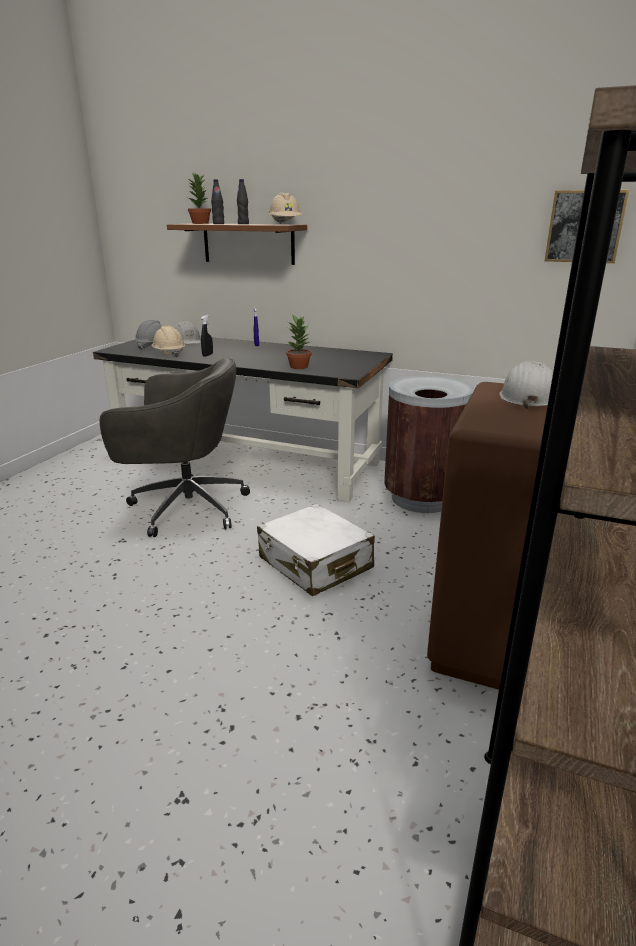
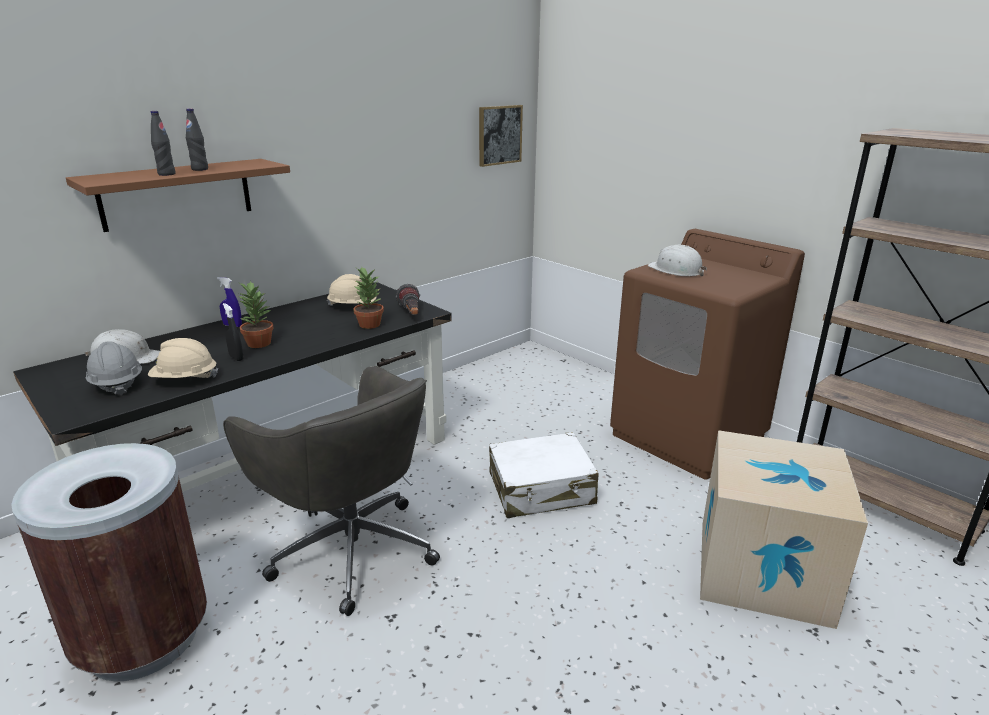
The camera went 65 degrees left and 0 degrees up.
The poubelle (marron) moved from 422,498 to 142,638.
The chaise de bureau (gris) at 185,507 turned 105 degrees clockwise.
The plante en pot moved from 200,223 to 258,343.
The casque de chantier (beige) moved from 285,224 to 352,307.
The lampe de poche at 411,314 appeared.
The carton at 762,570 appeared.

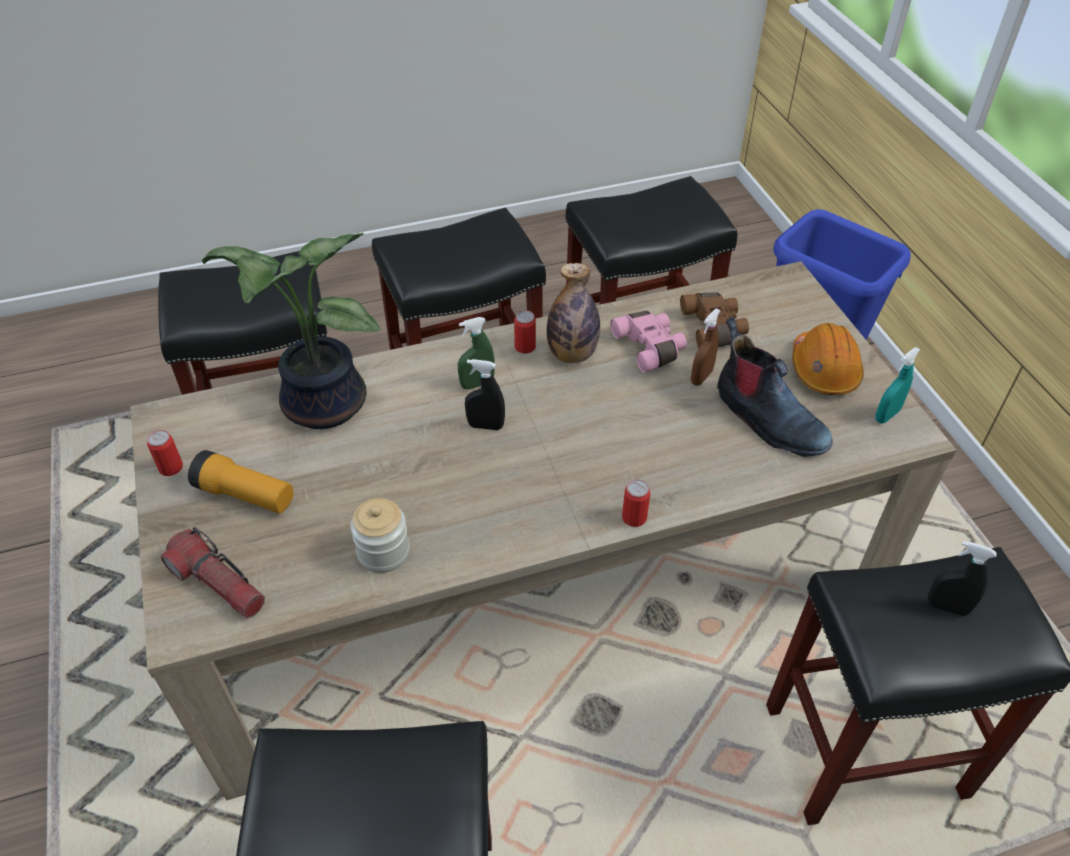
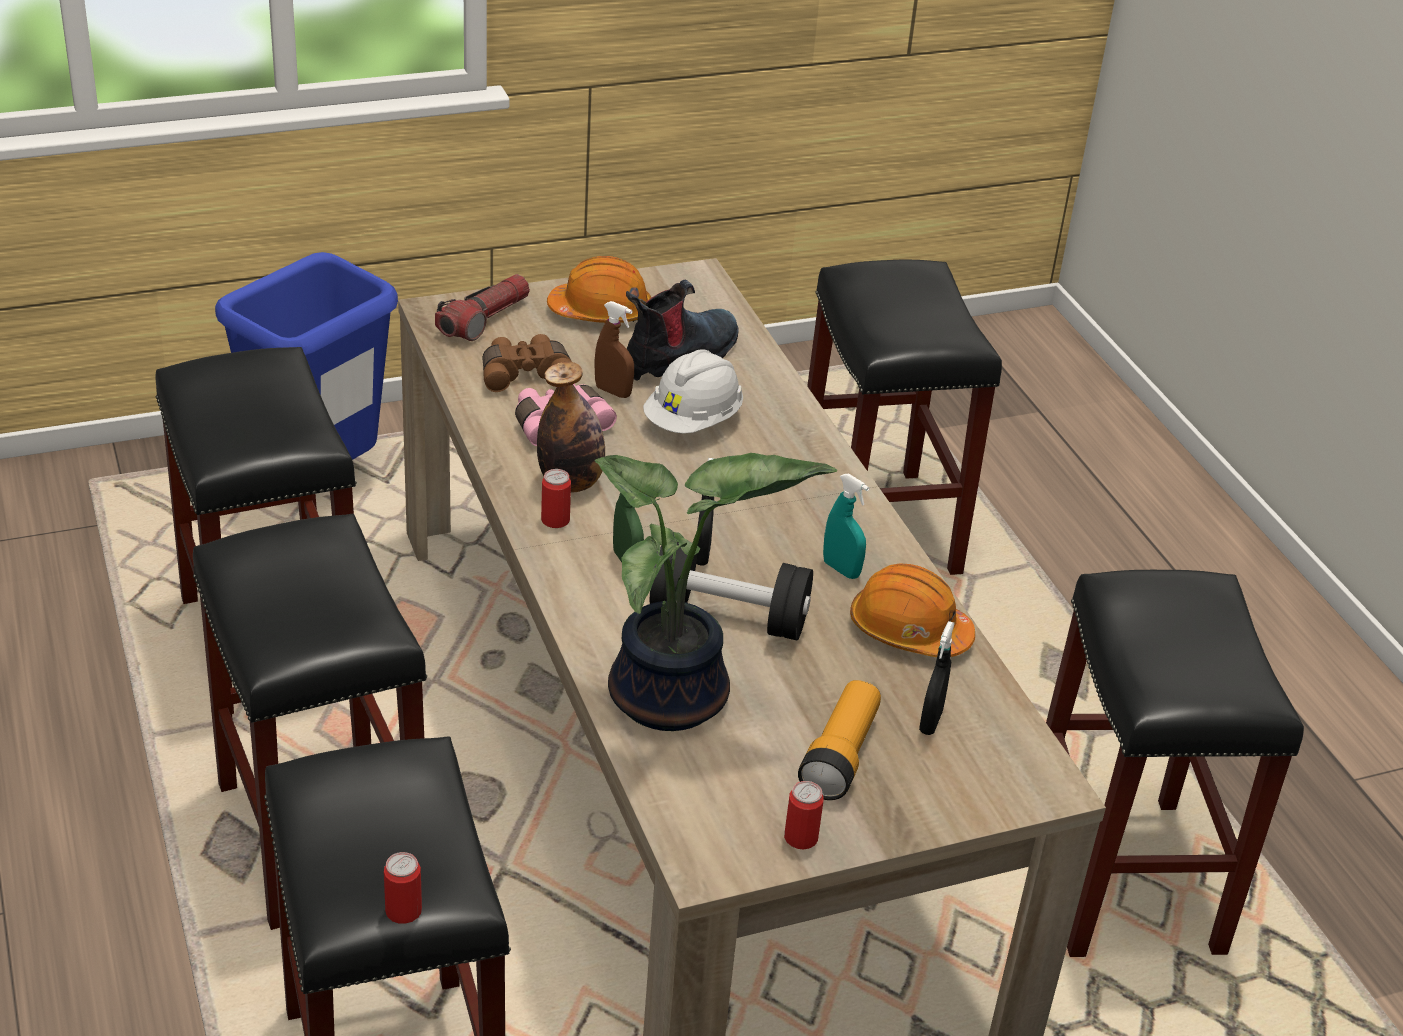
The camera went 95 degrees left and 10 degrees down.
The boîte métallique moved from 634,517 to 403,911.
The lampe de poche moved from 218,583 to 484,319.
The casque de chantier (blanc) at 693,421 appeared.
The haltère (noir) at 728,616 appeared.
The vaporisateur (turquoise) moved from 887,415 to 841,569.
The bocal at 383,552 was replaced by the casque de chantier (orange) at 908,631.
The vaporisateur (noir) moved from 947,607 to 930,722.

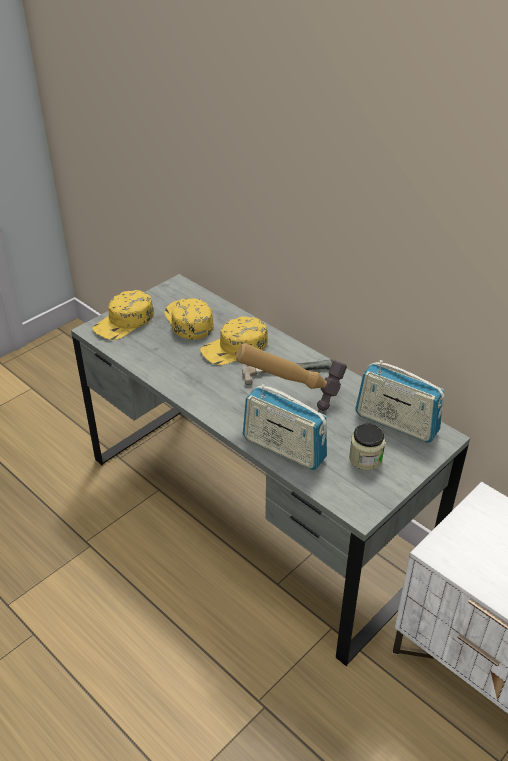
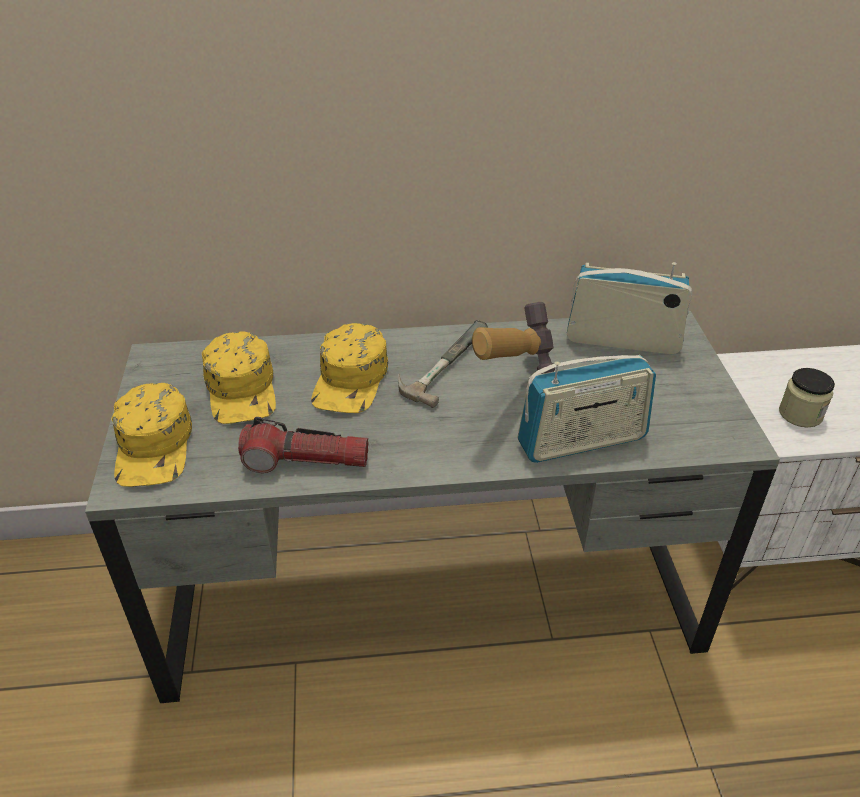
The camera went 50 degrees left and 0 degrees up.
The casquette (jaune) at 188,321 turned 120 degrees counterclockwise.
The lampe de poche at 305,461 appeared.
The radio at 396,423 turned 150 degrees counterclockwise.
The bocal moved from 365,459 to 800,414.

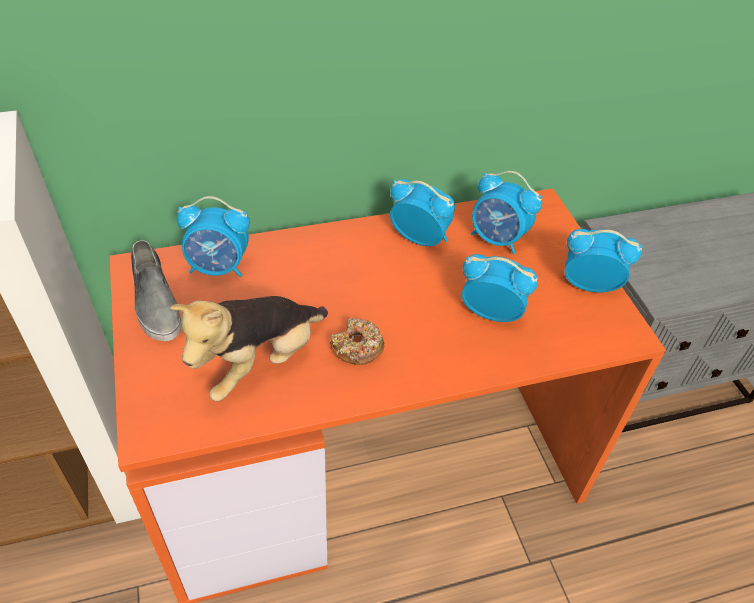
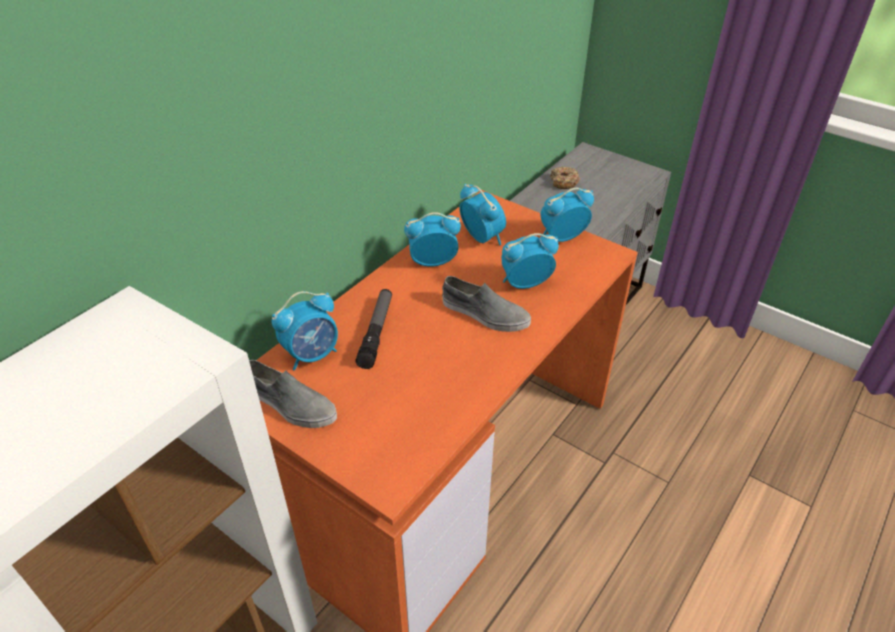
The camera went 35 degrees left and 5 degrees down.
The lampe de poche at 376,332 appeared.
The chaussure (gris) at 484,314 appeared.
The réveil at 497,239 turned 120 degrees counterclockwise.
The beignet moved from 357,348 to 563,182.
The peluche at 259,363 disappeared.

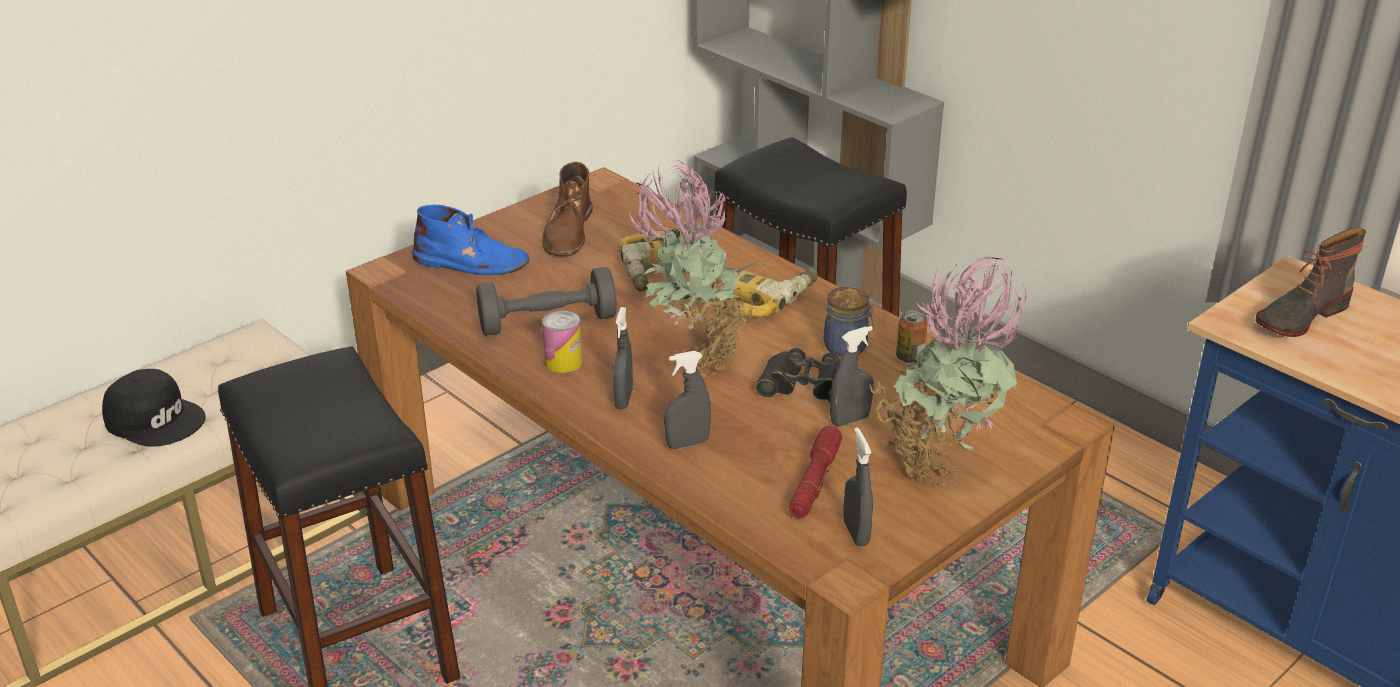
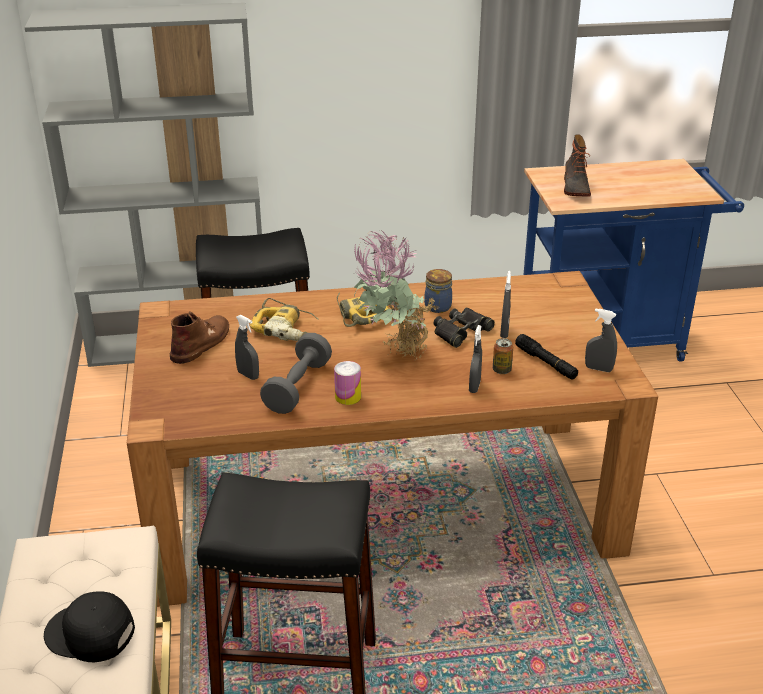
The camera went 55 degrees left and 0 degrees up.
The casquette (noir) at 155,419 turned 135 degrees counterclockwise.
The botte (marron) at 568,232 turned 105 degrees counterclockwise.
The vaporisateur (gris) moved from 623,400 to 248,375.
The boîte métallique moved from 909,357 to 501,370.
The lampe de poche (rouge) at 814,482 became the lampe de poche (noir) at 546,363.
The botte (bleu) at 471,262 disappeared.
The plante en pot at 938,462 disappeared.

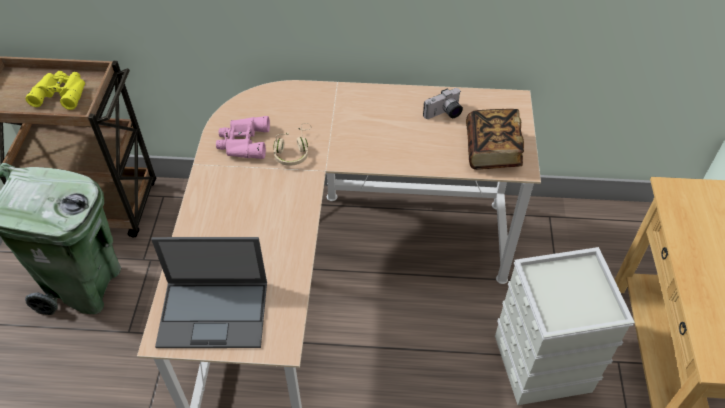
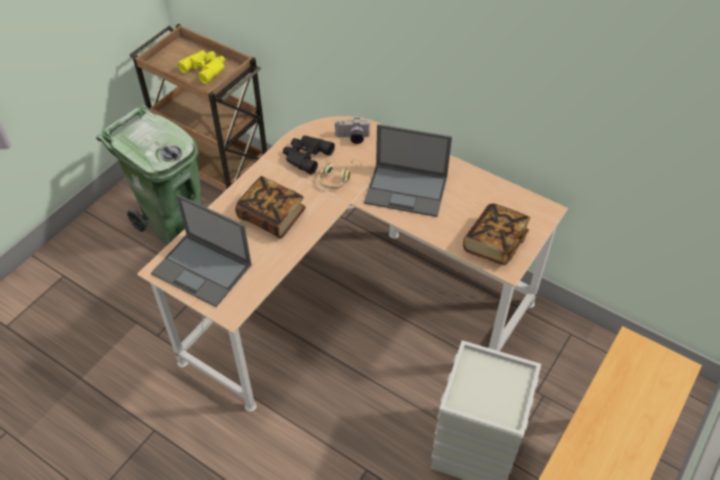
The camera went 30 degrees right and 0 degrees up.
The livre at 272,217 appeared.
The jumelles (rose) at 243,142 became the jumelles (noir) at 305,156.
The appareil photo moved from 444,114 to 352,138.
The ordinateur portable at 407,190 appeared.

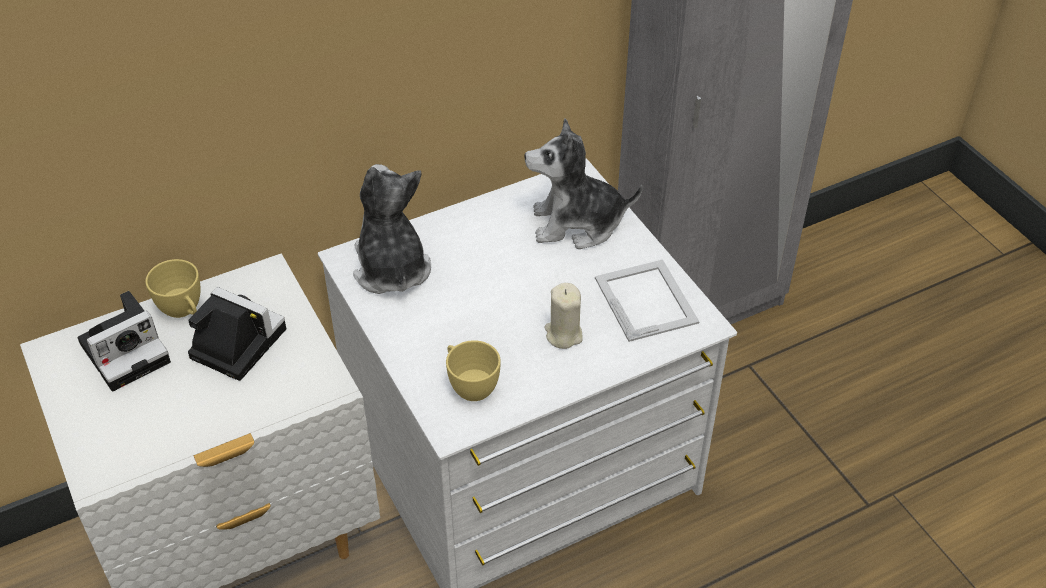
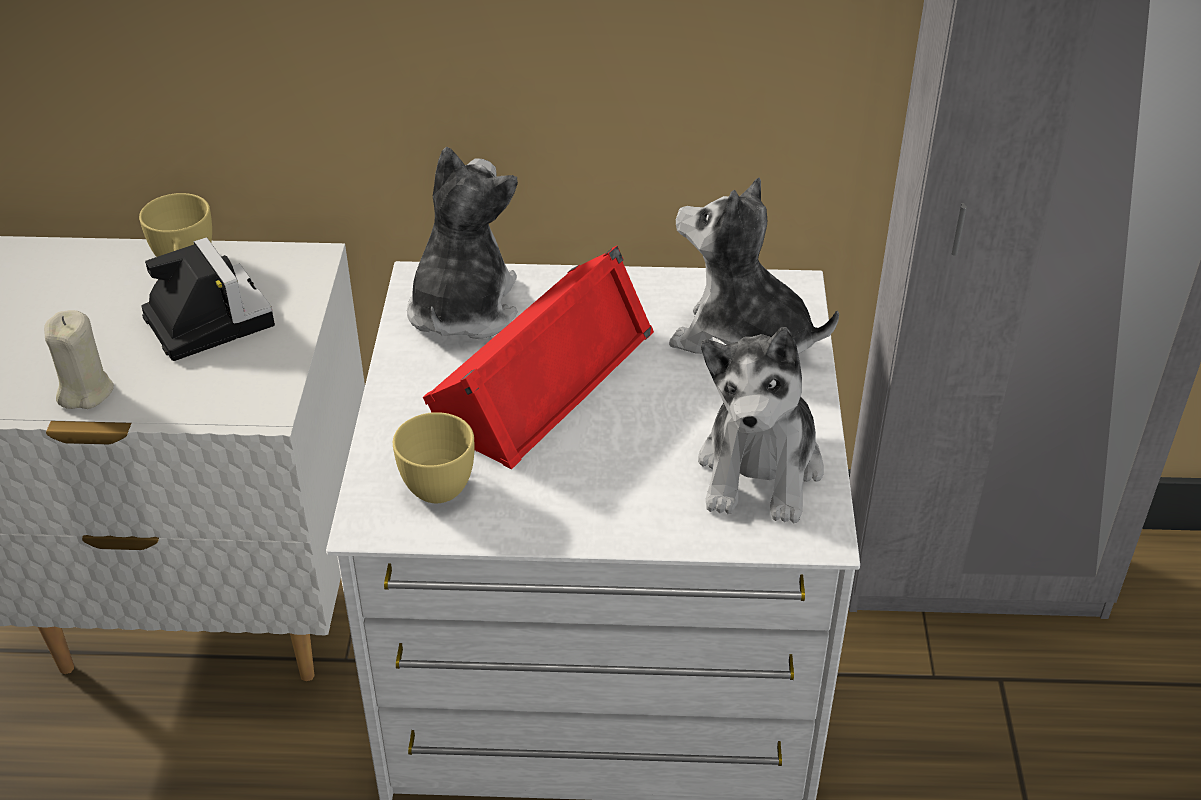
The camera went 30 degrees right and 5 degrees down.
The bougie (beige) moved from 563,334 to 85,392.
The enceinte (rouge) at 540,376 appeared.
The cadre photo at 646,299 was replaced by the peluche at 760,469.
The appareil photo at 128,350 disappeared.

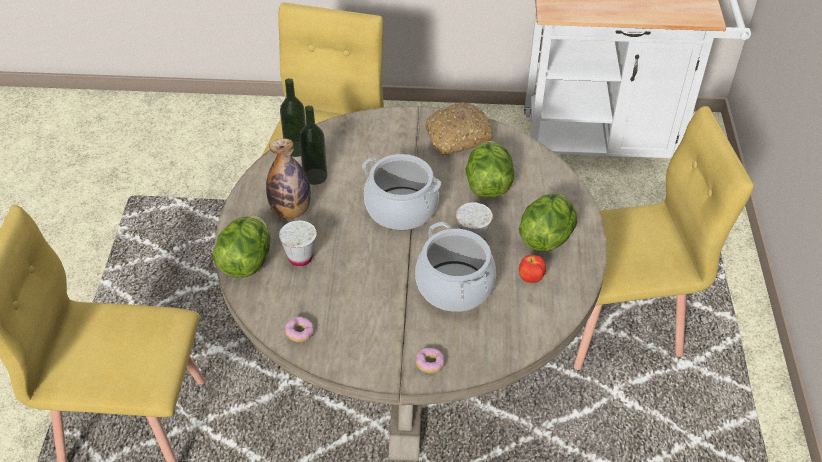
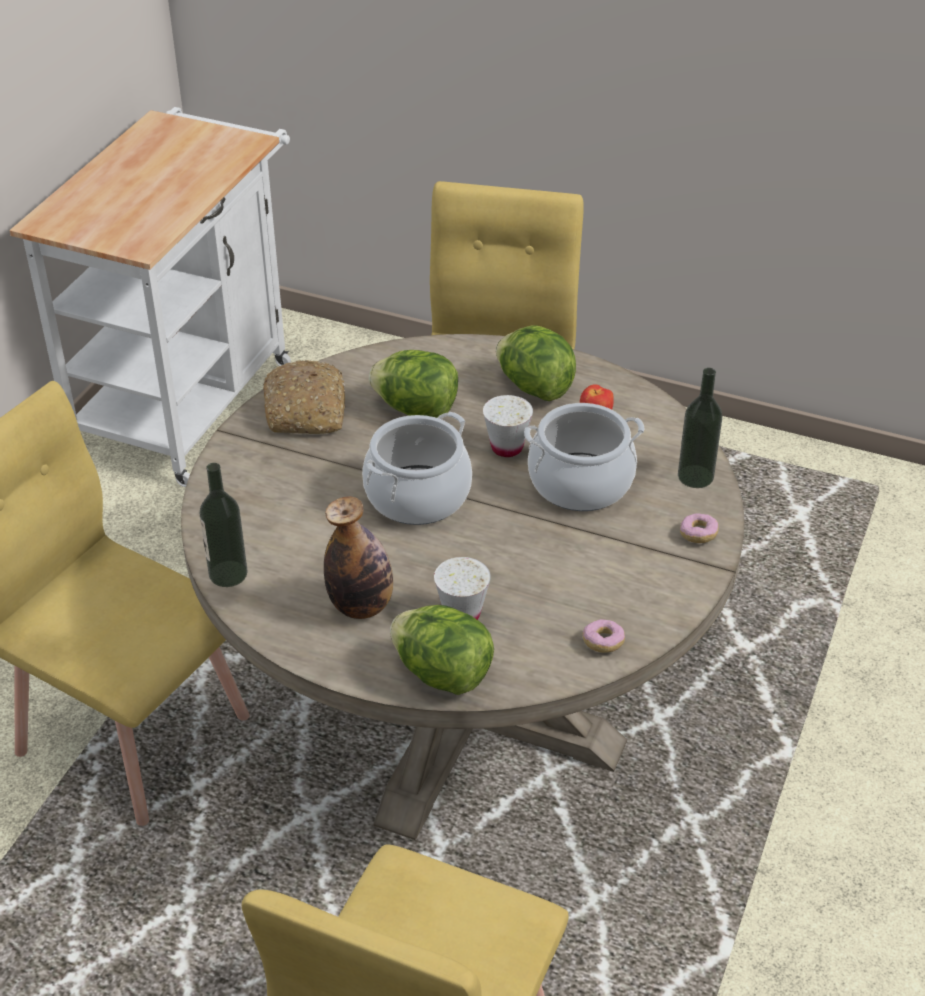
The camera went 70 degrees left and 5 degrees down.
The bouteille moved from 315,176 to 695,476.

